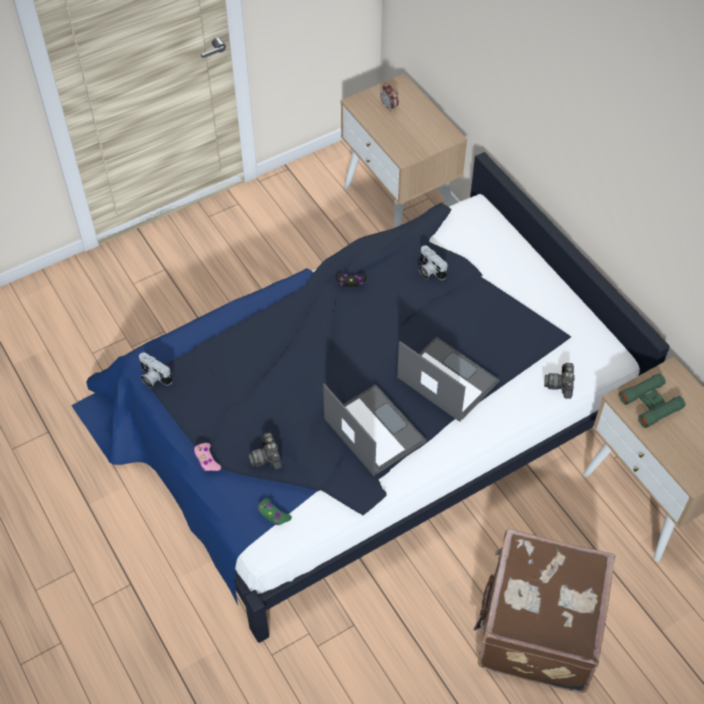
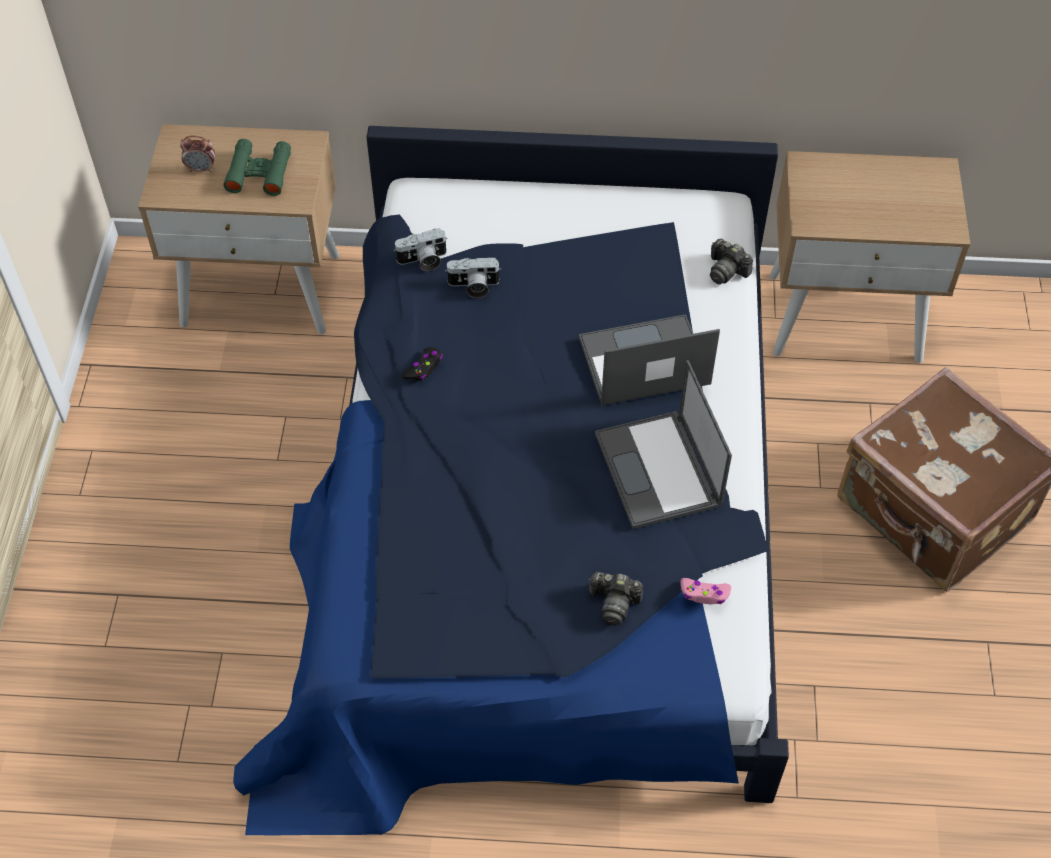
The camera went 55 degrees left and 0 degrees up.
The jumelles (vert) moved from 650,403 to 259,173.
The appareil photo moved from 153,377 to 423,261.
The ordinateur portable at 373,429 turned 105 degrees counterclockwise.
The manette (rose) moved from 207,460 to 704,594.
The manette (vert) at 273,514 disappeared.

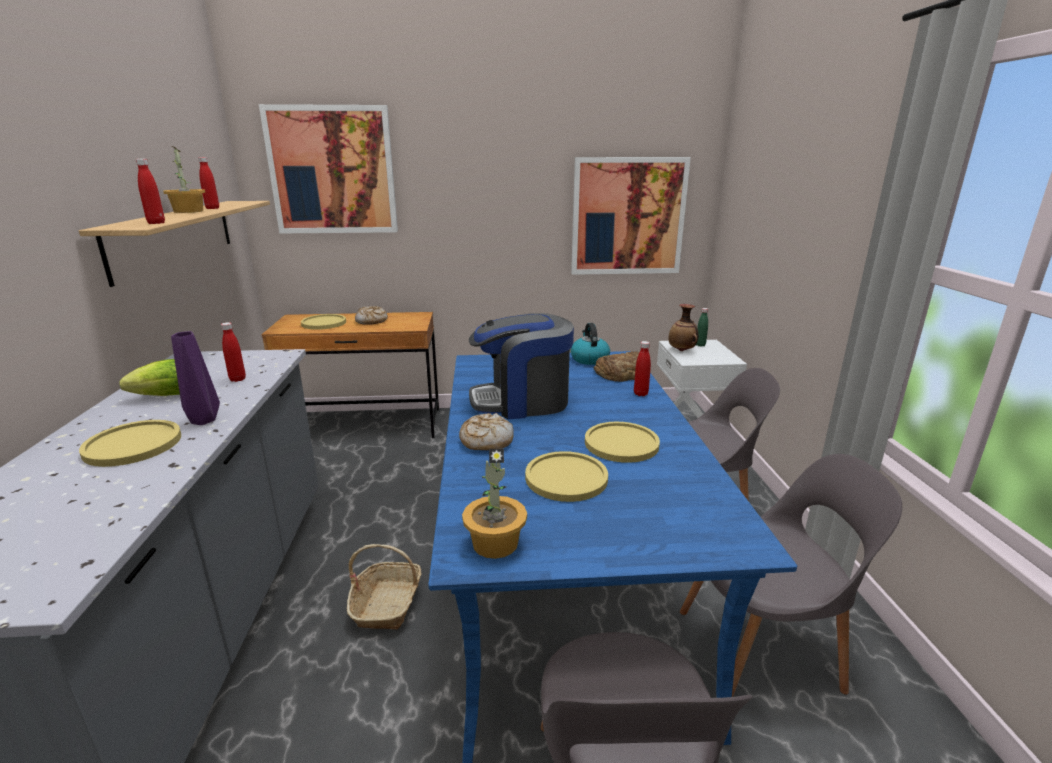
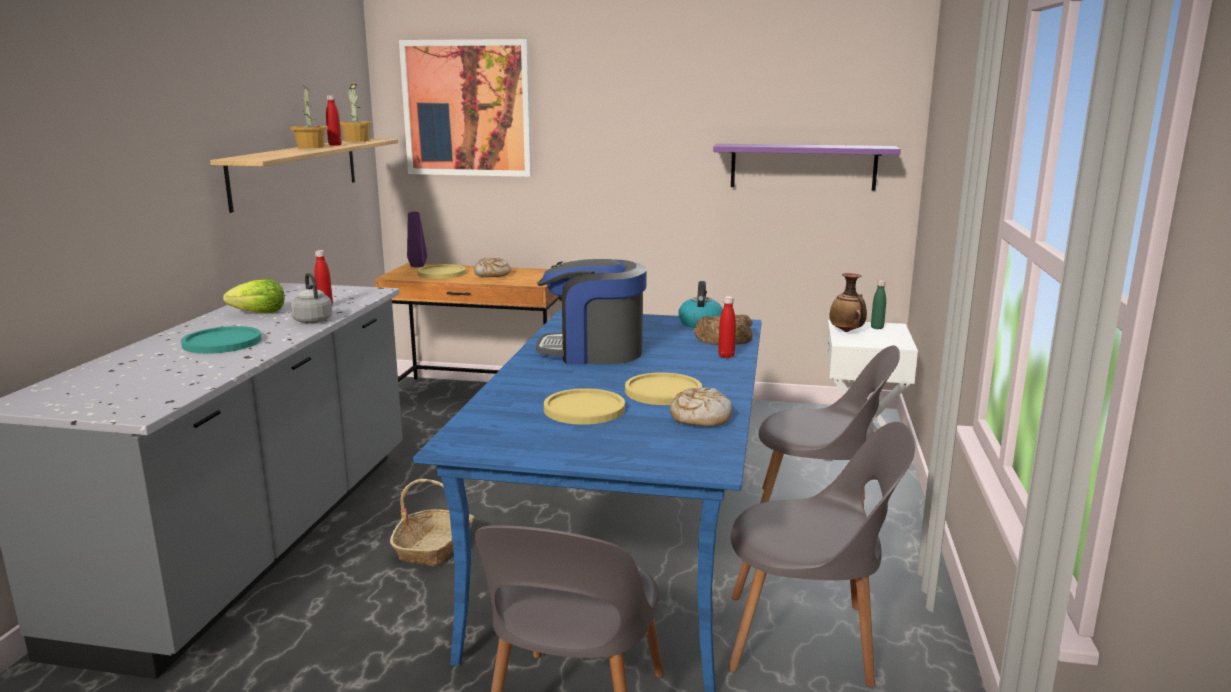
The camera went 15 degrees right and 5 degrees down.
The assiette (jaune) at 133,444 became the assiette (turquoise) at 222,342.
The bouilloire (gris) at 312,320 appeared.
The plante en pot moved from 495,542 to 357,140.
The vase (violet) moved from 202,421 to 416,266.
The pain moved from 486,440 to 699,417.
The tableau at 628,217 was replaced by the étagère (violet) at 803,166.
The bouteille (rouge) at 156,223 disappeared.

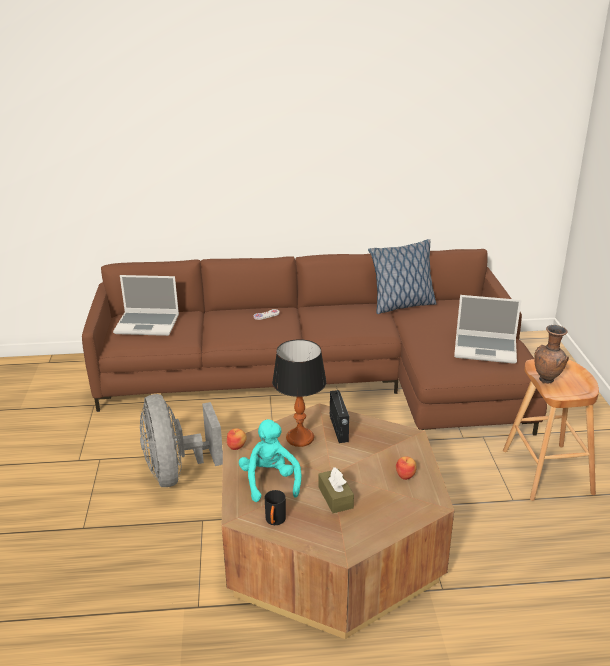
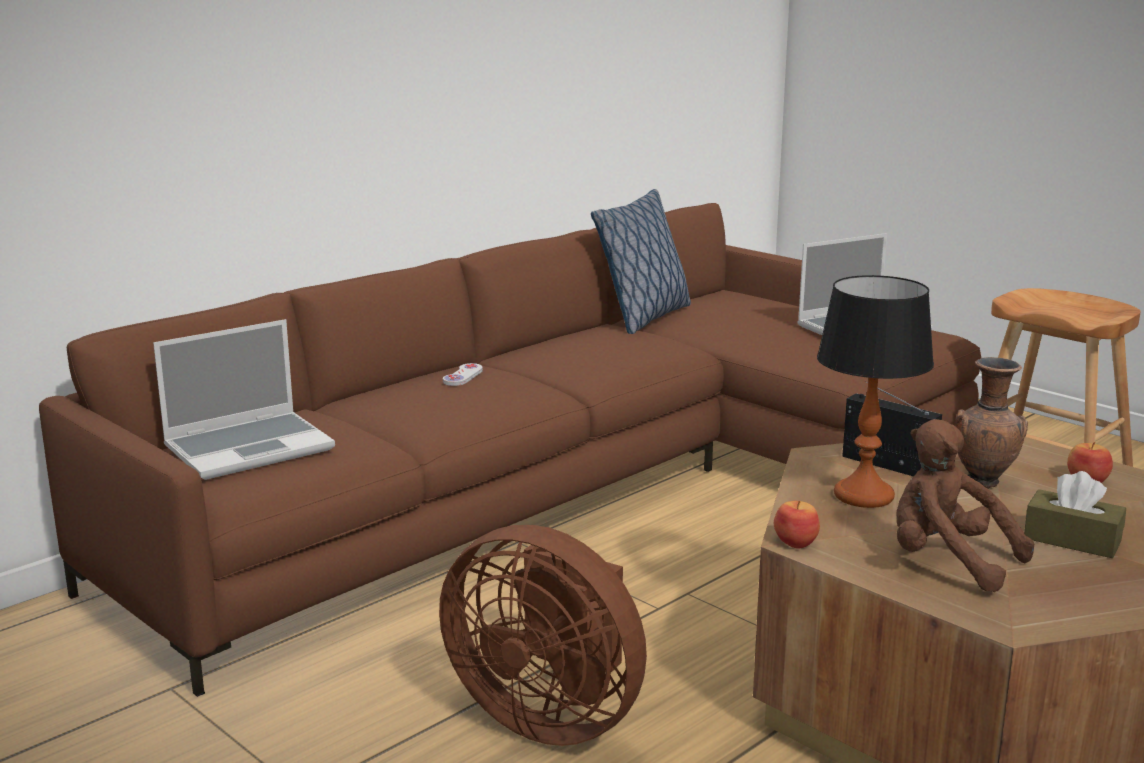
The camera went 40 degrees left and 10 degrees down.
The ventilateur (gris) at 176,472 became the ventilateur (marron) at 549,716.
The peluche (turquoise) at 270,481 became the peluche (marron) at 947,561.
The vase (marron) moved from 547,380 to 984,482.
The mug (noir) at 275,521 disappeared.

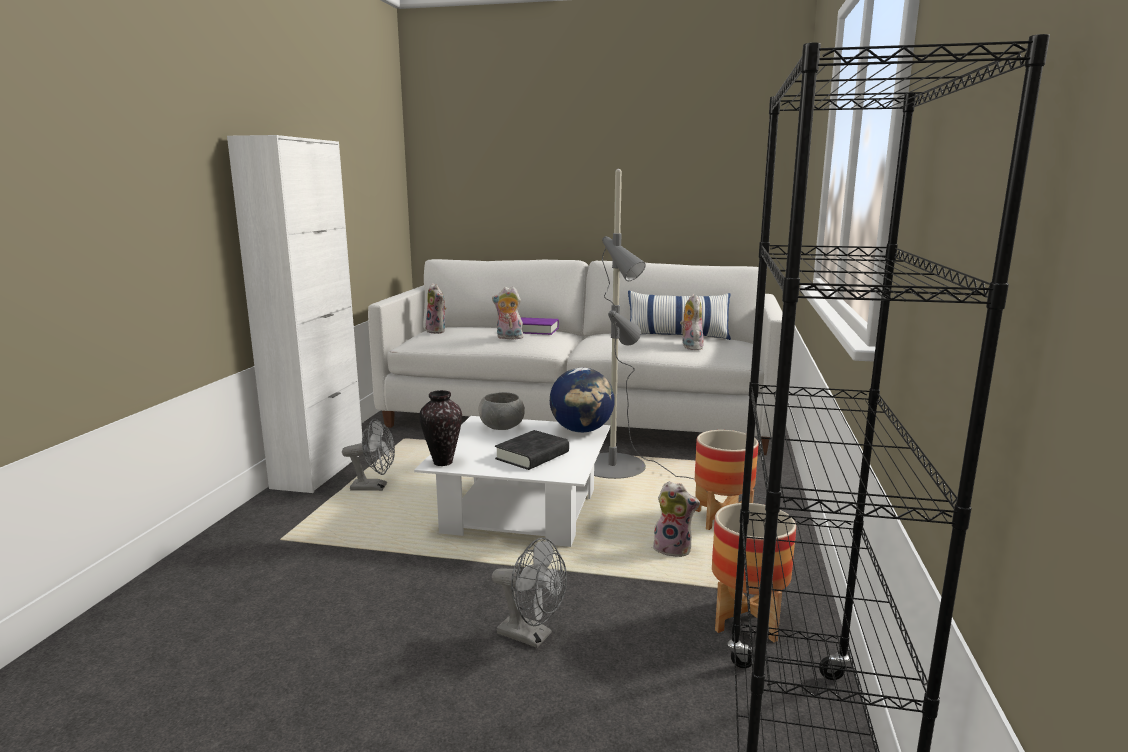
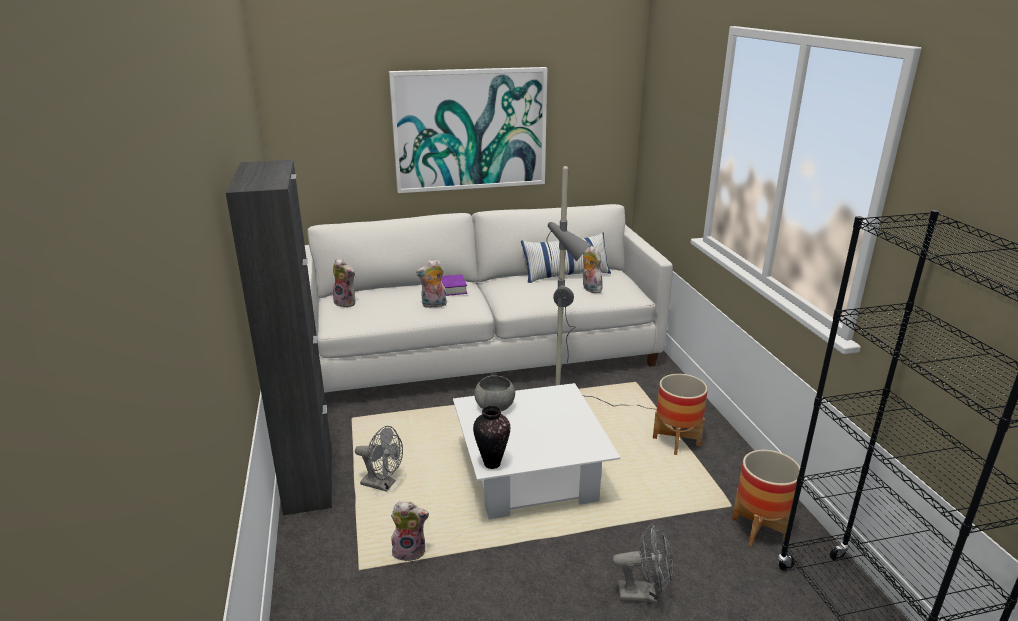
The camera went 25 degrees left and 10 degrees up.
The meuble de rangement (blanc) at 319,470 became the meuble de rangement (noir) at 308,478.
The ventilateur (gris) at 375,487 turned 45 degrees clockwise.
The tableau at 470,129 appeared.
The peluche moved from 673,550 to 410,551.
The livre (noir) at 532,456 disappeared.
The globe at 582,430 disappeared.

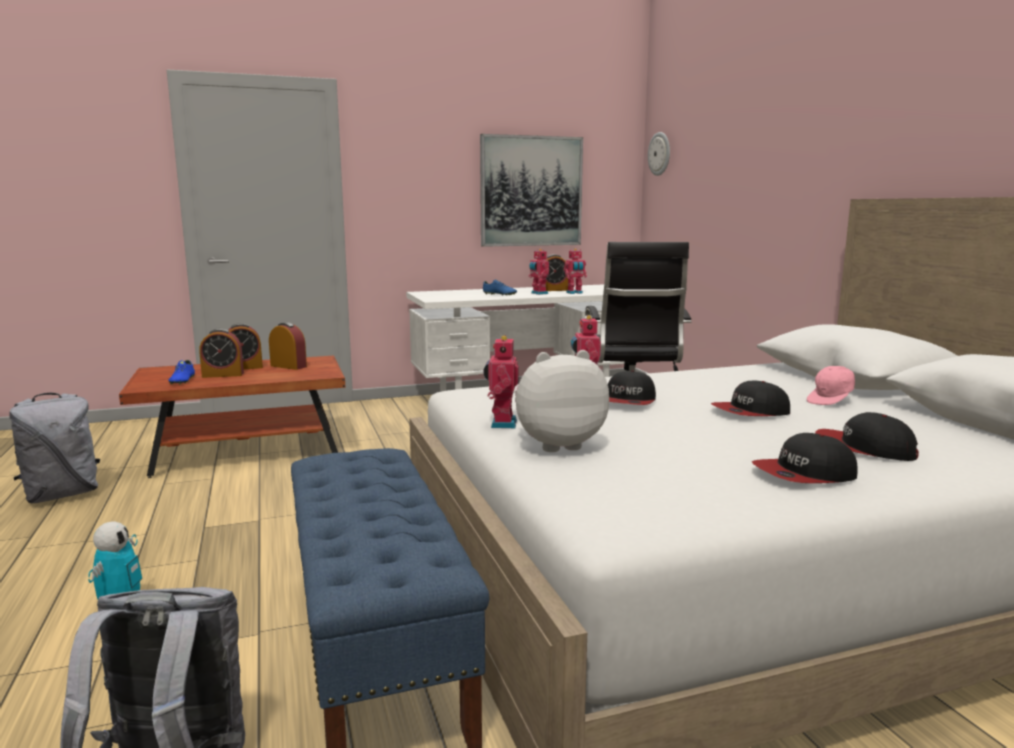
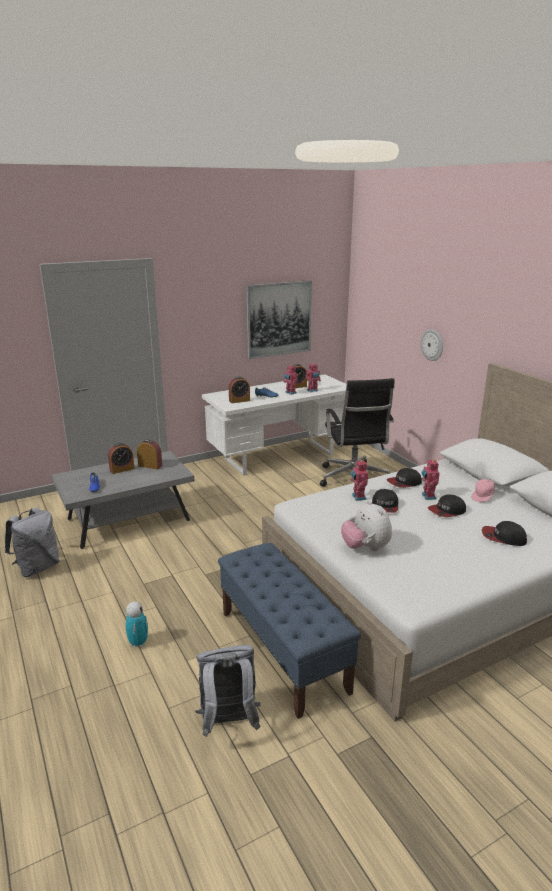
The camera went 10 degrees left and 10 degrees up.
The table basse (marron) at 247,452 became the table basse (gris) at 128,520.
The réveil moved from 223,375 to 239,400.
The peluche at 557,444 turned 90 degrees counterclockwise.
The casquette moved from 804,475 to 404,483.
The horloge murale moved from 660,154 to 432,345.
The robot jouet moved from 501,424 to 427,496.

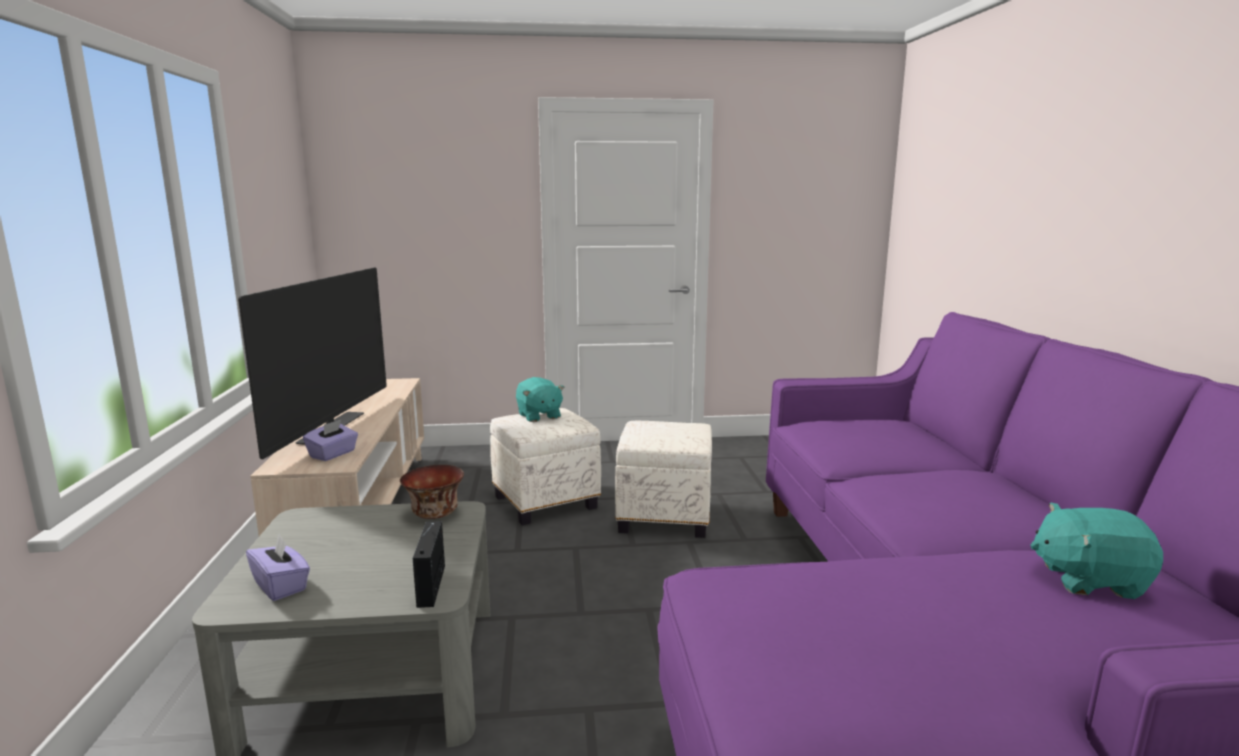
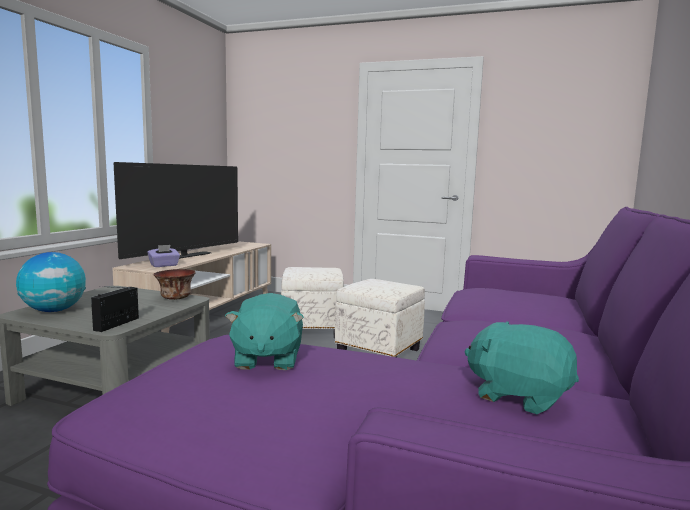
The camera went 25 degrees right and 5 degrees down.
The boîte à mouchoirs (violet) at 281,586 was replaced by the globe at 54,310.
The peluche (turquoise) moved from 539,416 to 266,359.

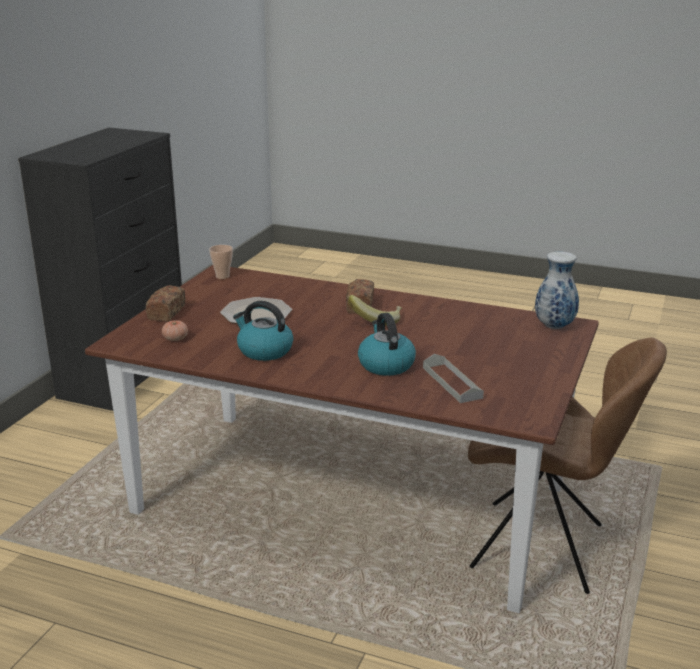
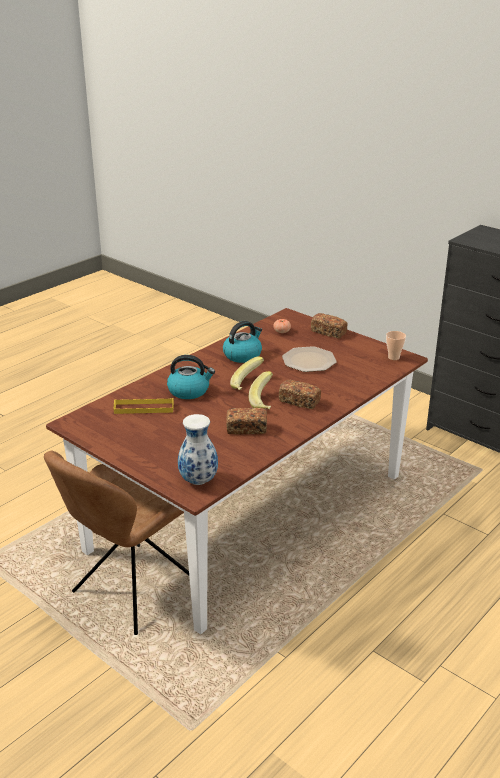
The camera went 110 degrees right and 5 degrees up.
The plateau (gris) at 452,382 became the plateau (jaune) at 144,408.
The pain at 246,429 appeared.
The banane at 247,385 appeared.

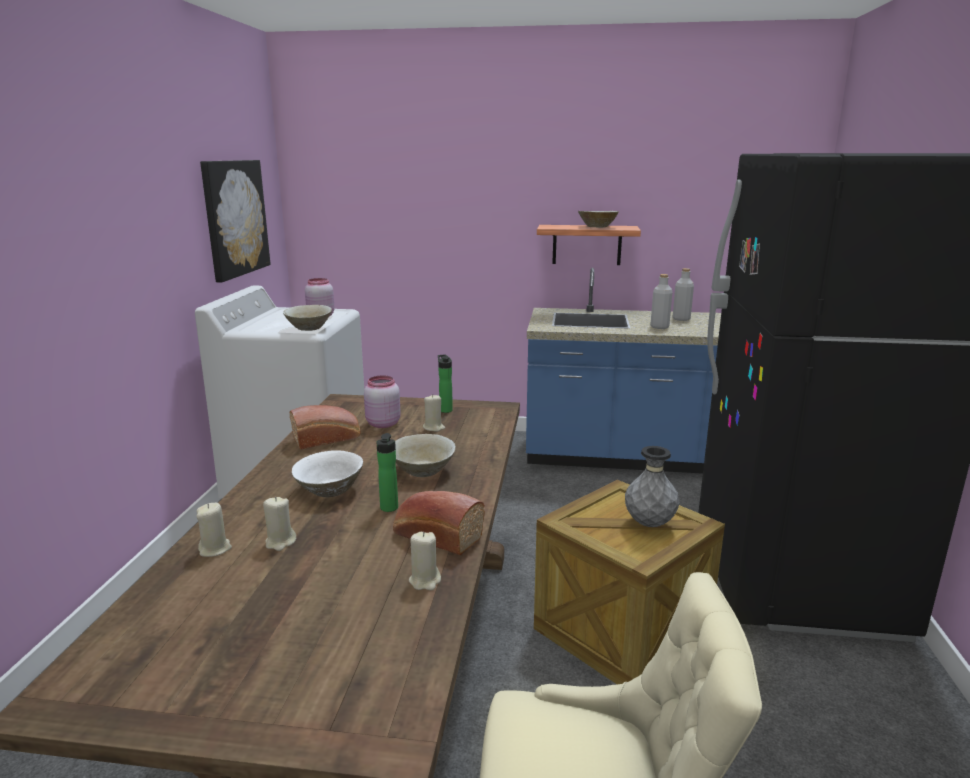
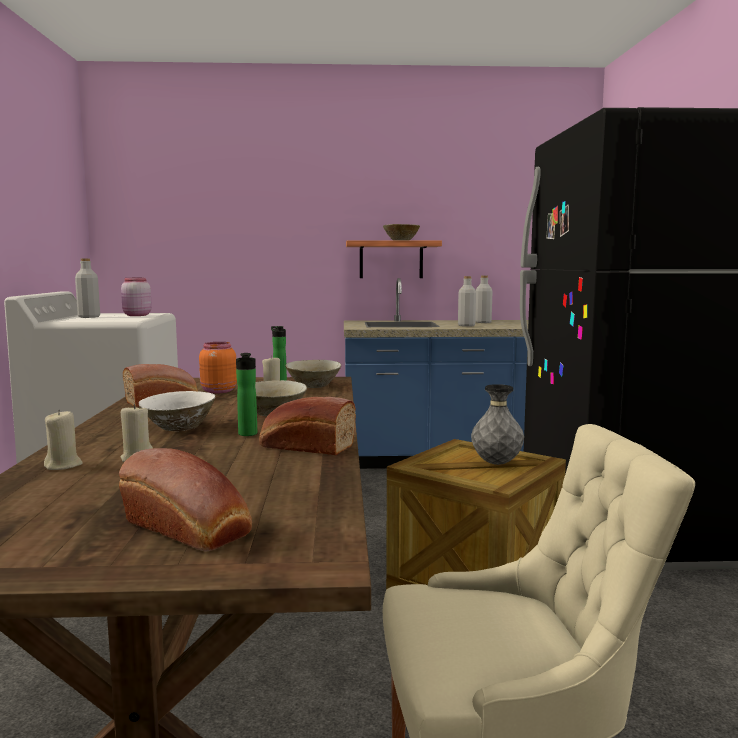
The camera went 10 degrees left and 10 degrees down.
The bouteille (gris) at 89,317 appeared.
The pain at 190,529 appeared.
The bocal (rose) at 382,424 became the bocal (orange) at 217,391.
The bol (beige) moved from 309,328 to 313,386.
The tableau at 235,218 disappeared.
The bougie (beige) at 425,581 disappeared.

